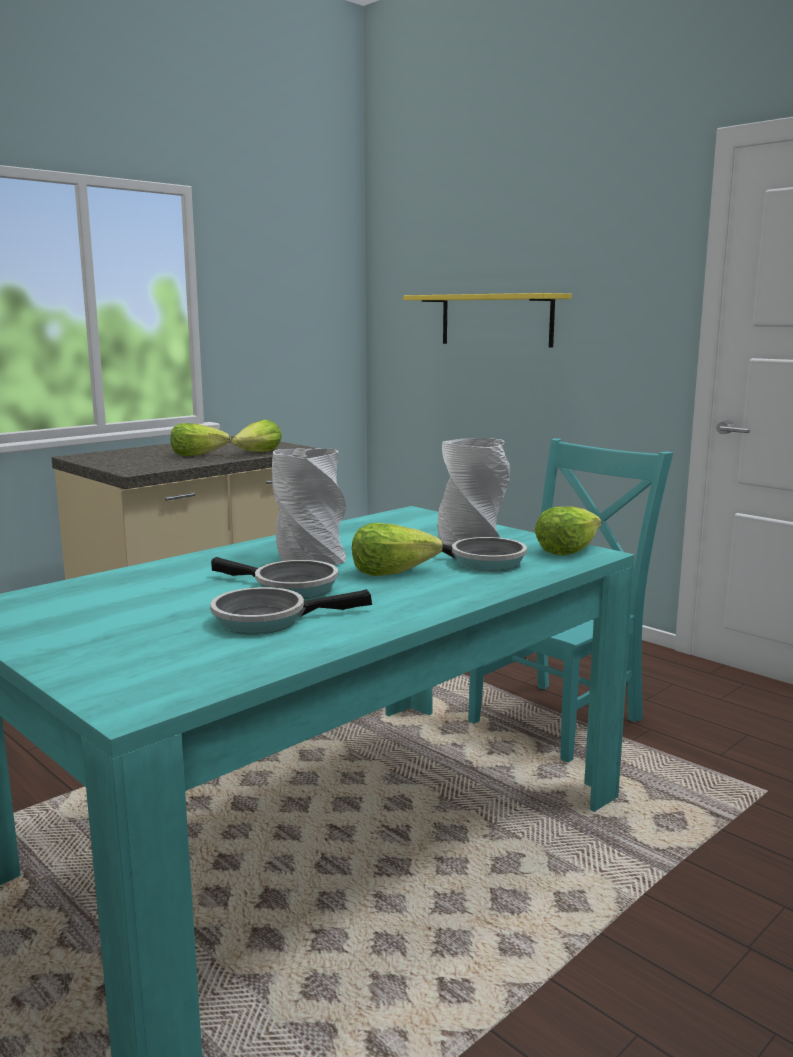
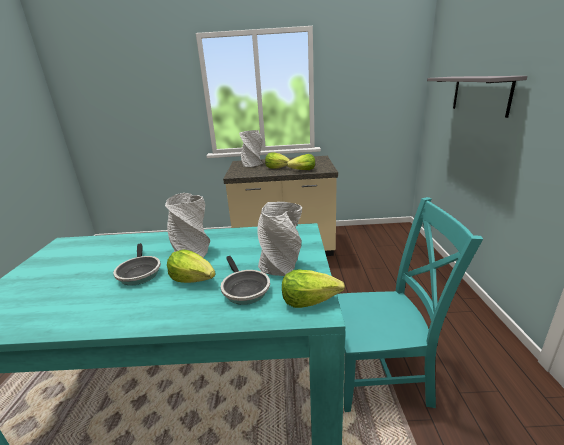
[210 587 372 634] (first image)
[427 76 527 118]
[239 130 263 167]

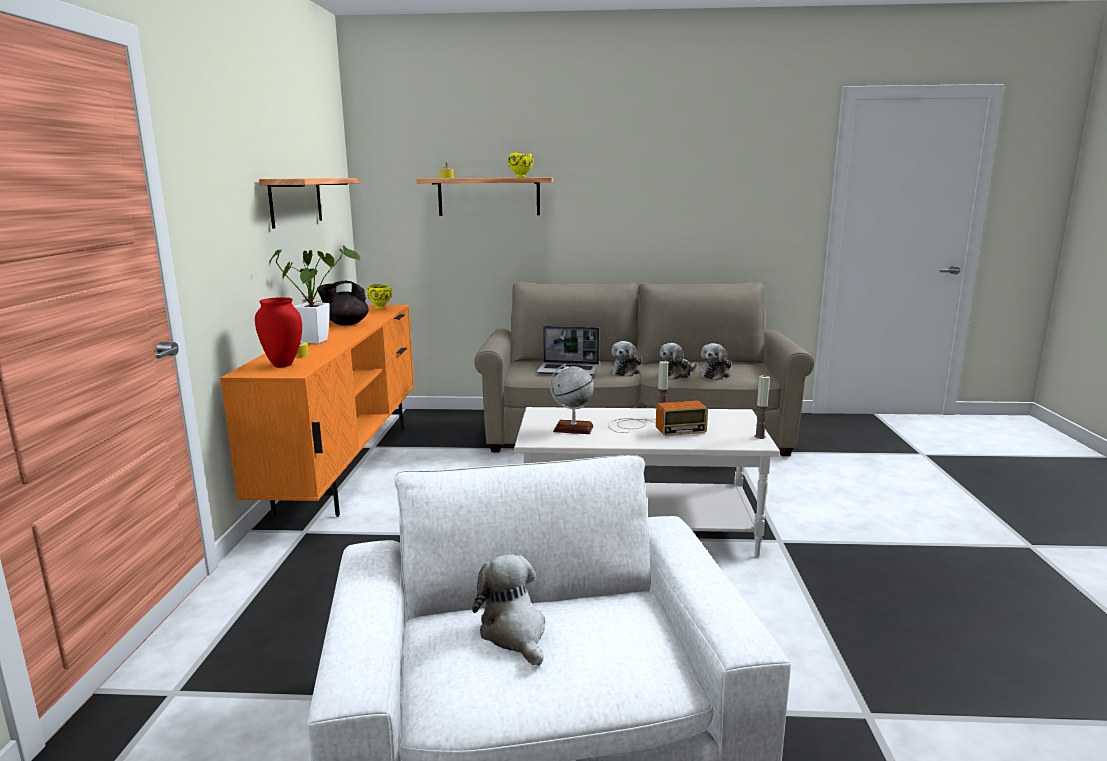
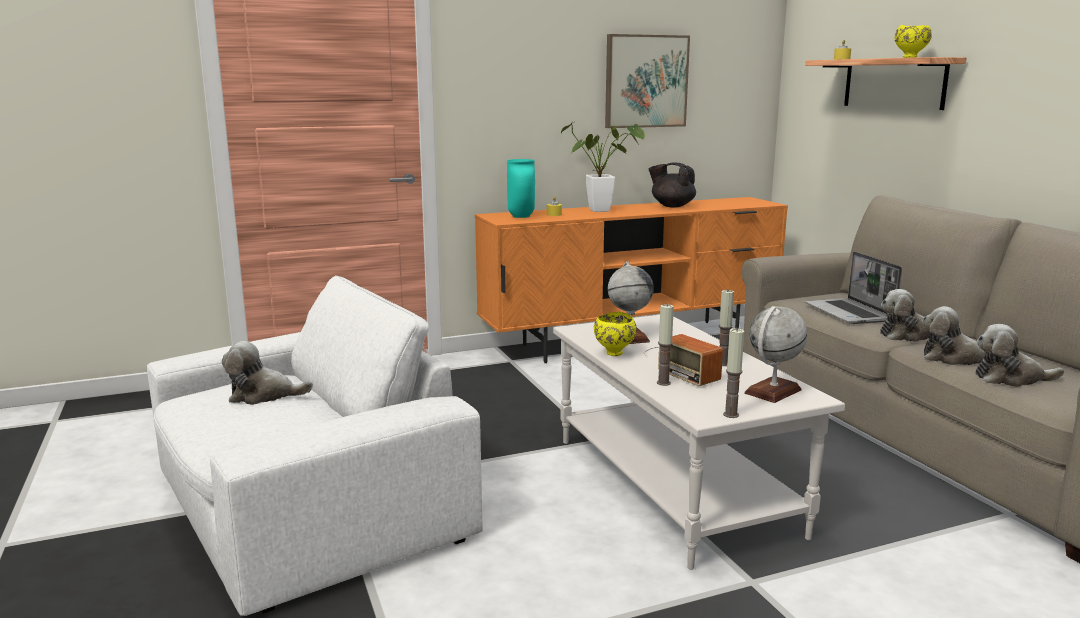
[507 159 535 218]
[605 34 690 128]
[594 312 637 356]
[222 341 313 405]
[657 304 674 386]
[744 306 807 403]

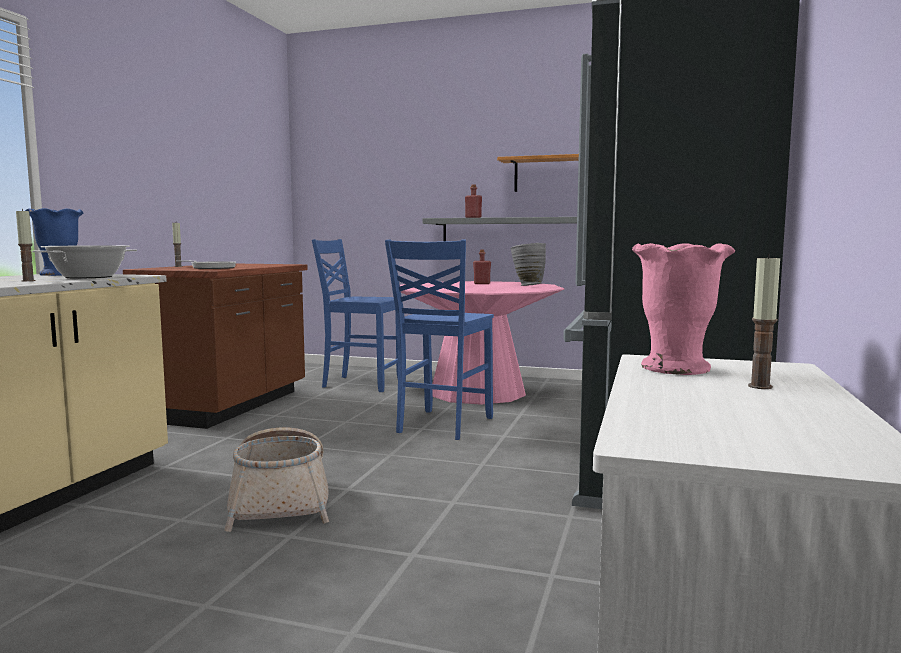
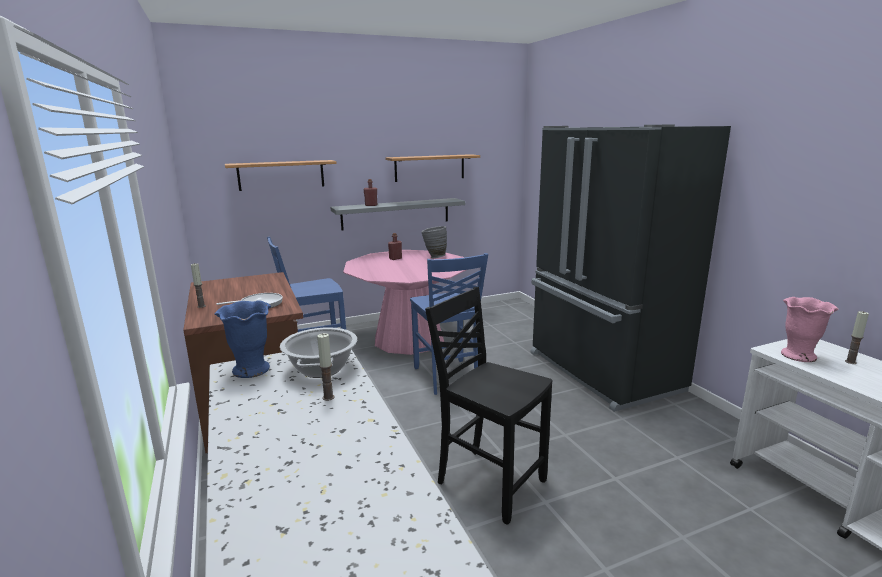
[425 287 552 525]
[225 160 337 191]

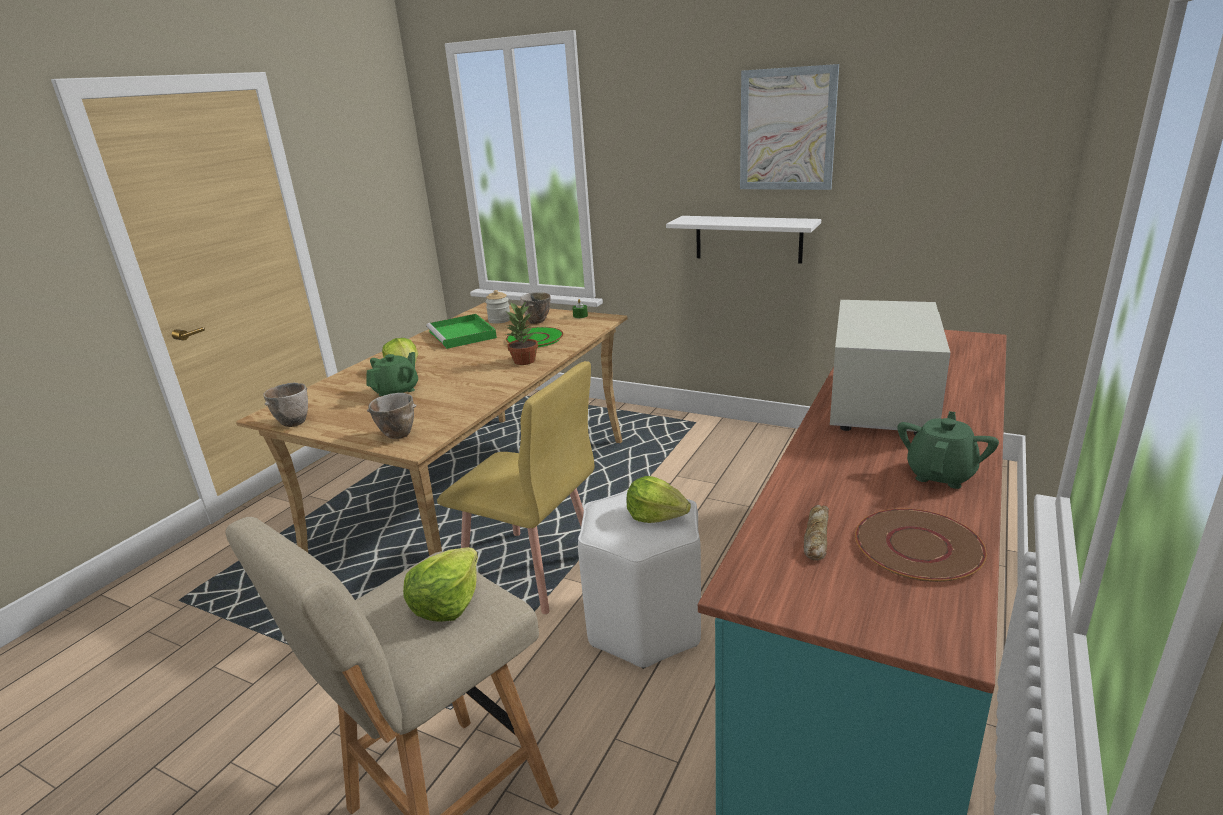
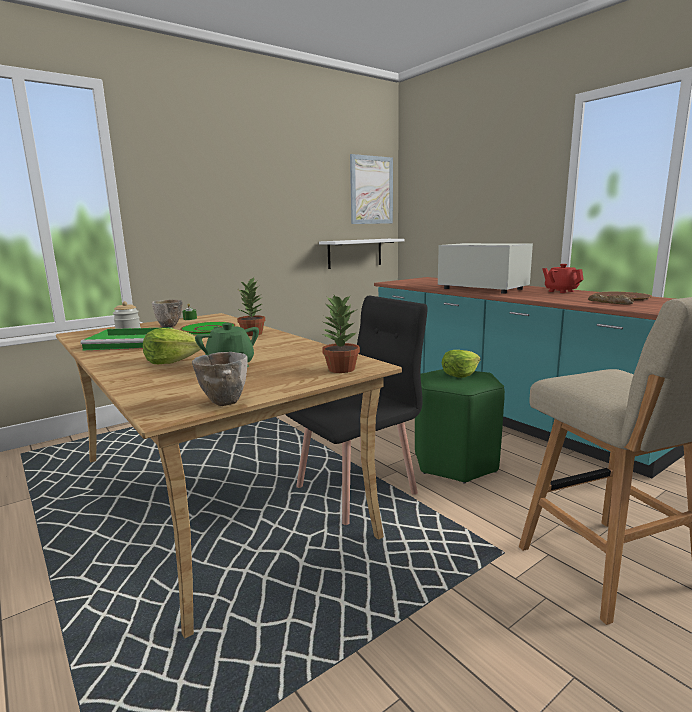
[322 295 360 373]
[403 547 478 622] (first image)
[286 296 427 525]
[415 369 505 483]
[319 239 405 269]
[350 154 393 224]
[542 264 584 293]

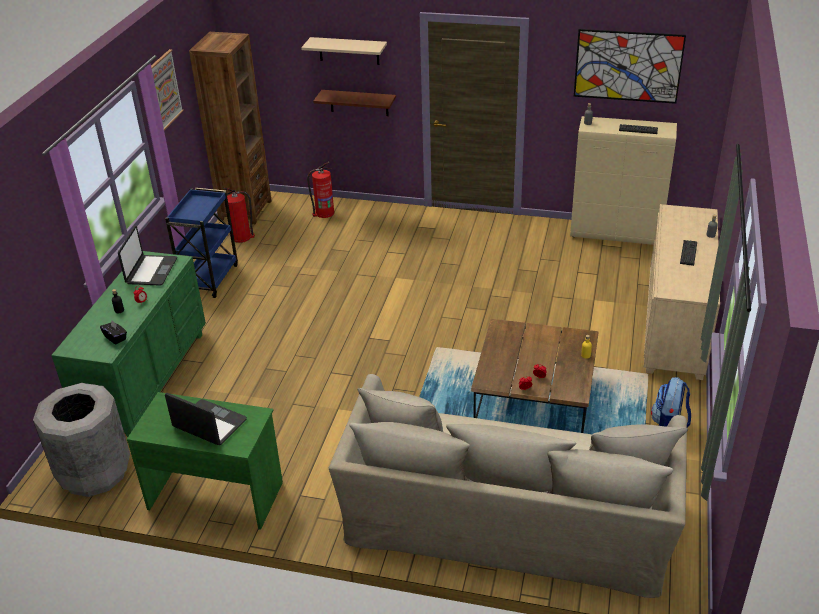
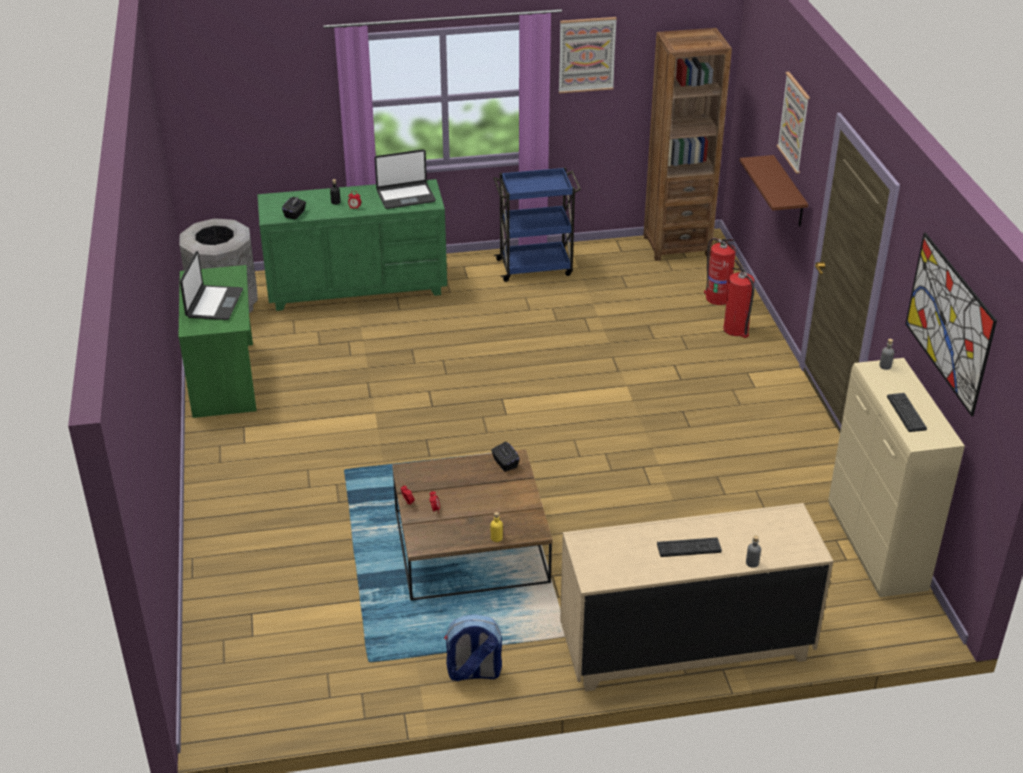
[723 260 754 338]
[777 72 810 174]
[329 374 688 598] (first image)
[491 442 520 472]

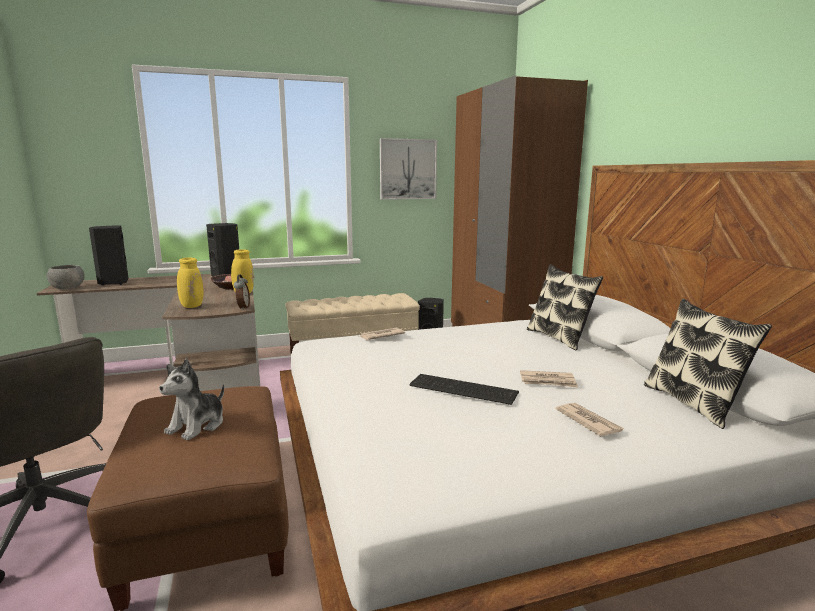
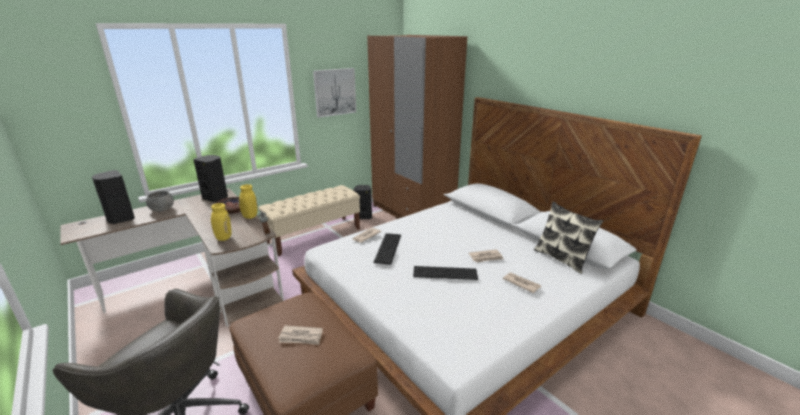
[146 191 174 212]
[278 325 323 345]
[527 265 603 351] (first image)
[373 233 401 265]

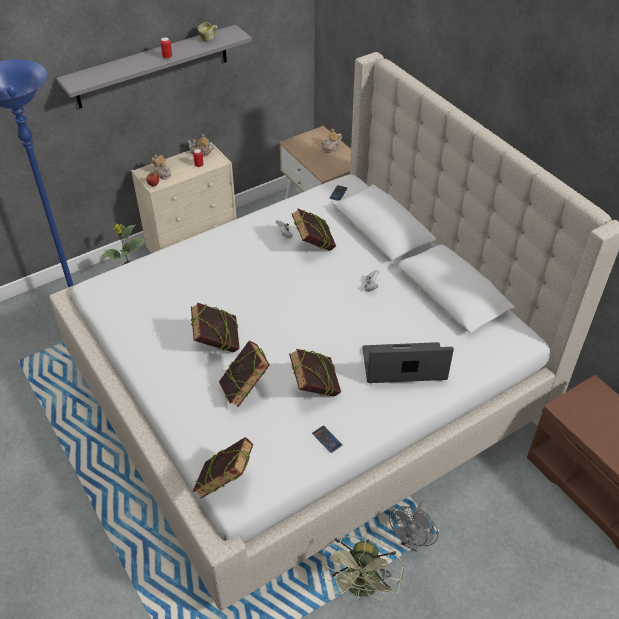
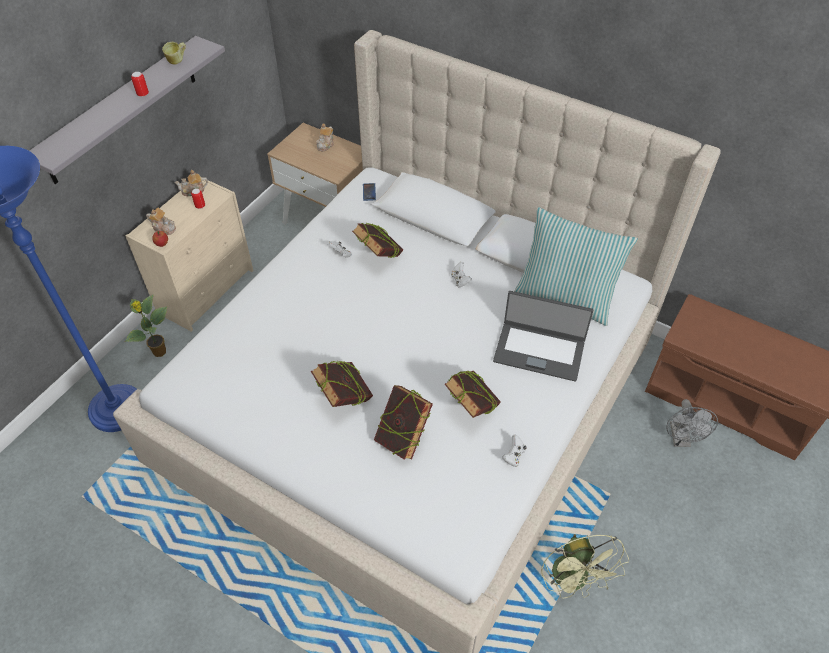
[193 437 253 499] (first image)
[502 435 527 467]
[493 291 593 381]
[666 399 718 447]
[514 207 638 326]

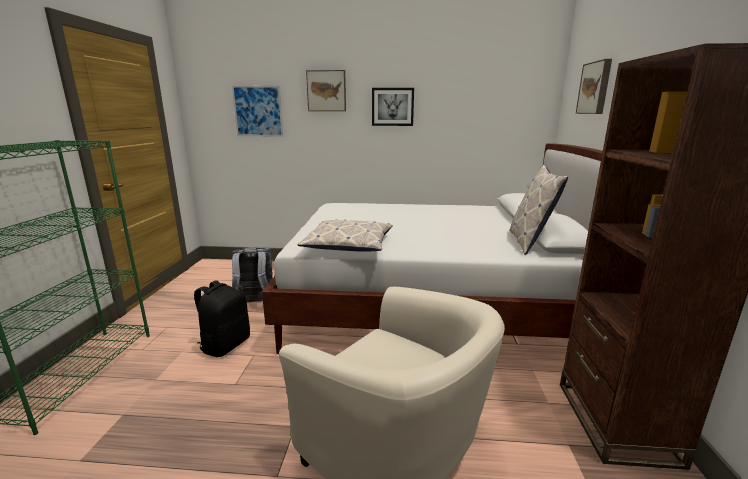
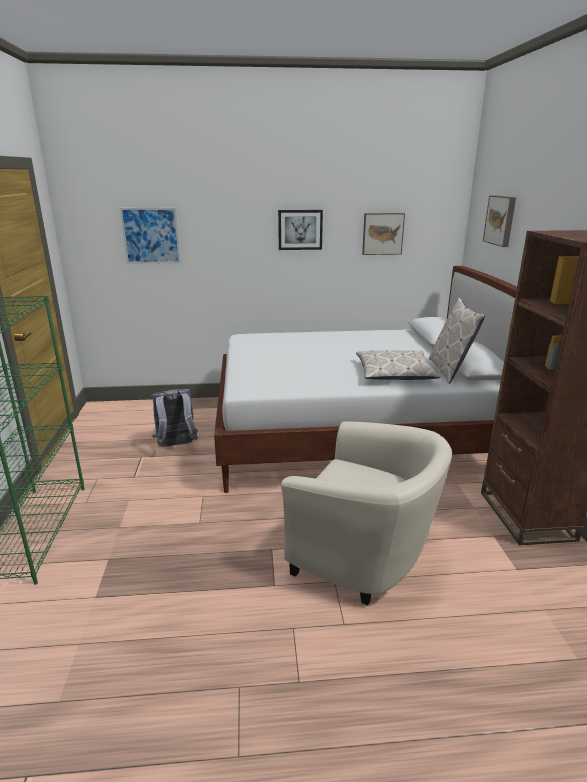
[194 280 250 357] (first image)
[356 350 441 380]
[362 213 405 255]

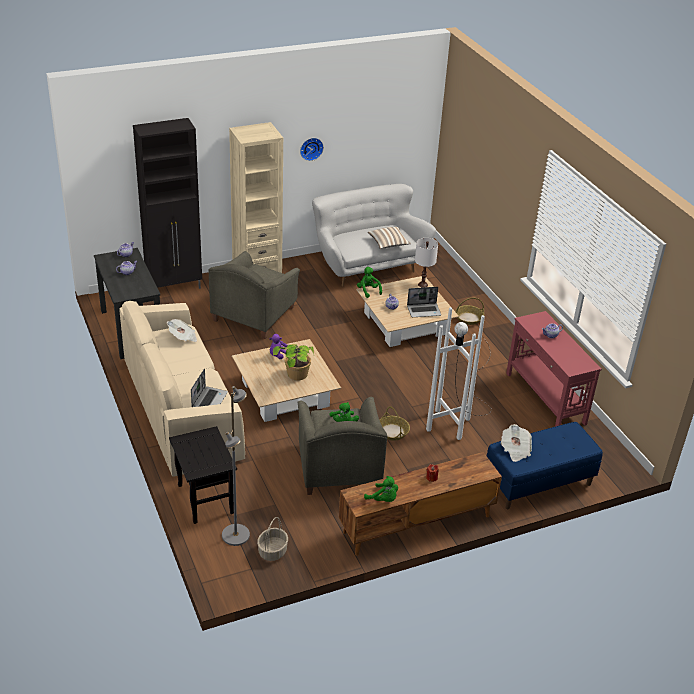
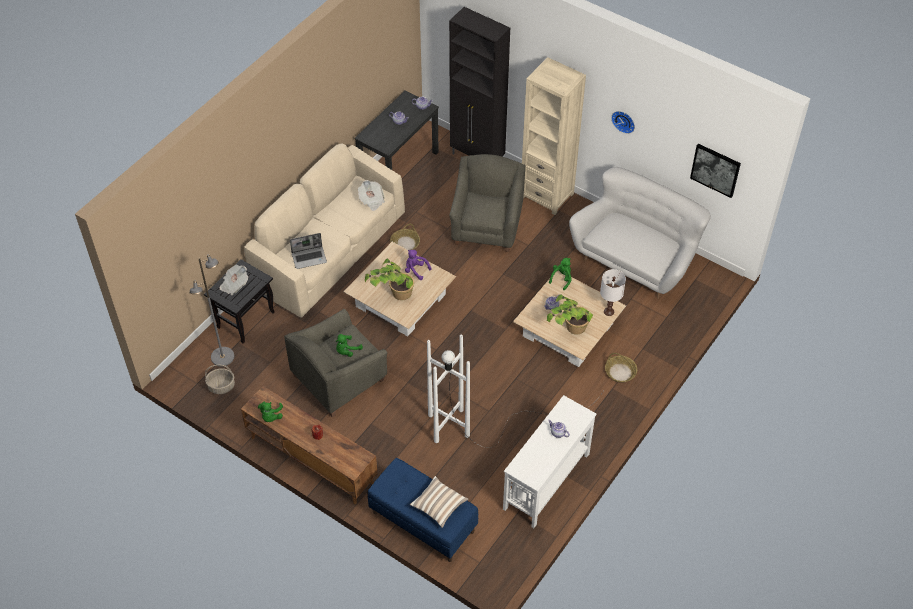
[449 154 525 252]
[410 476 469 528]
[390 224 420 250]
[547 294 593 335]
[219 264 248 295]
[503 395 597 528]
[690 144 741 198]

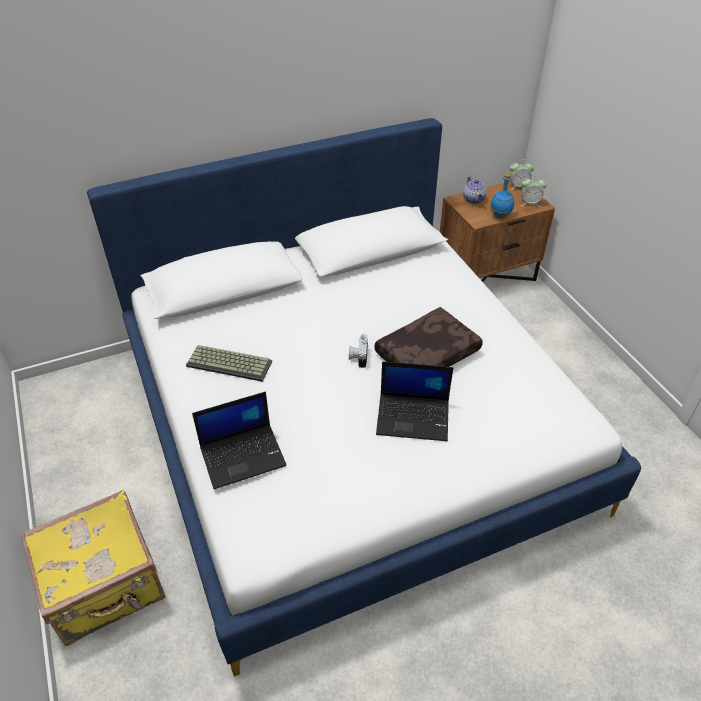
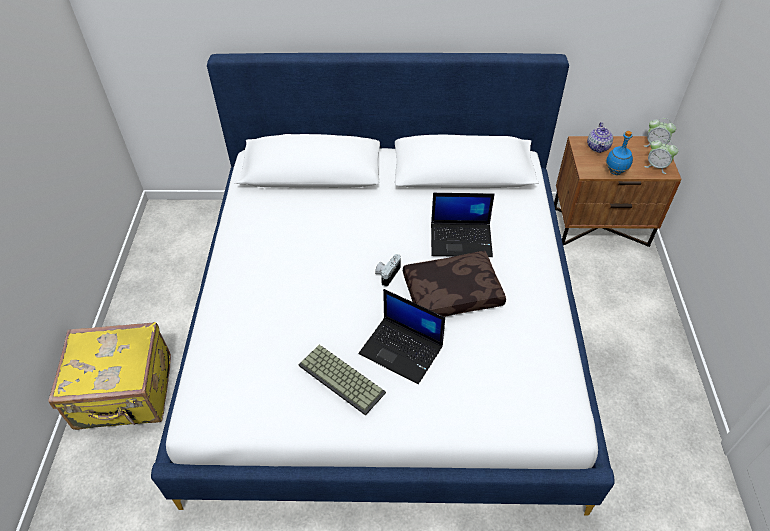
[298 345 386 416]
[431 193 495 257]

